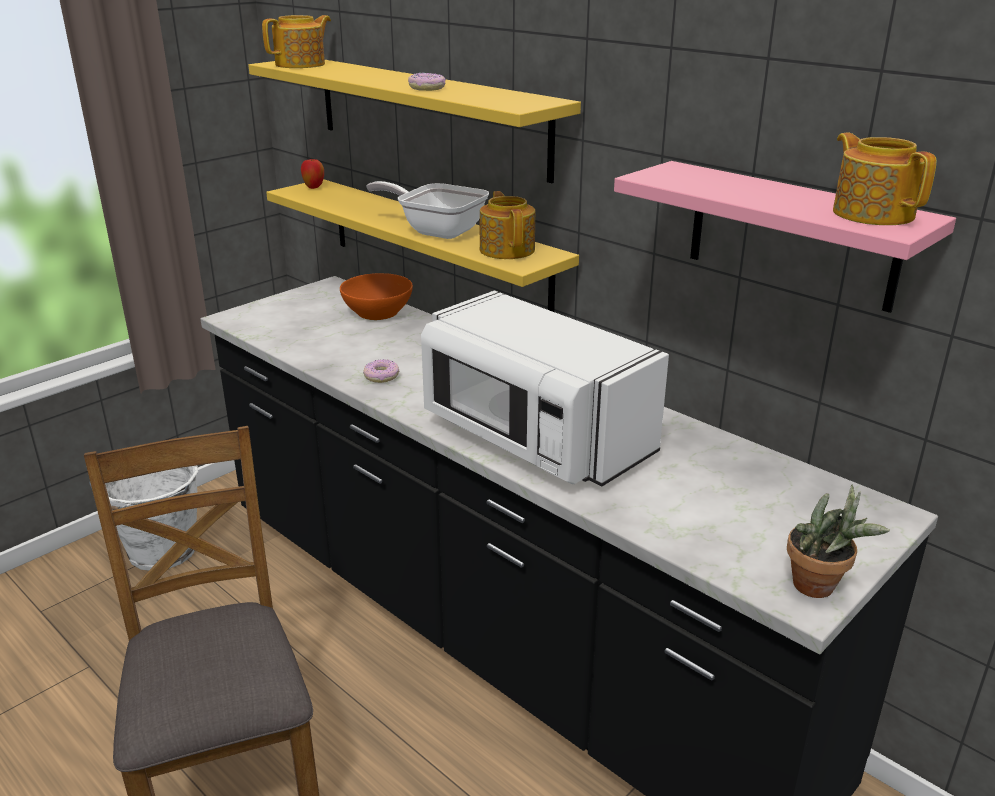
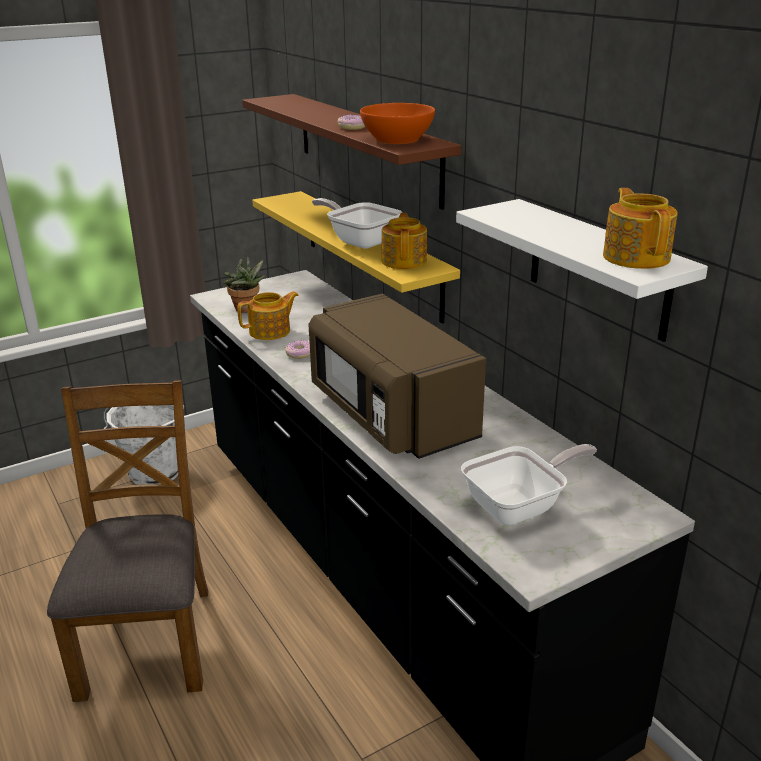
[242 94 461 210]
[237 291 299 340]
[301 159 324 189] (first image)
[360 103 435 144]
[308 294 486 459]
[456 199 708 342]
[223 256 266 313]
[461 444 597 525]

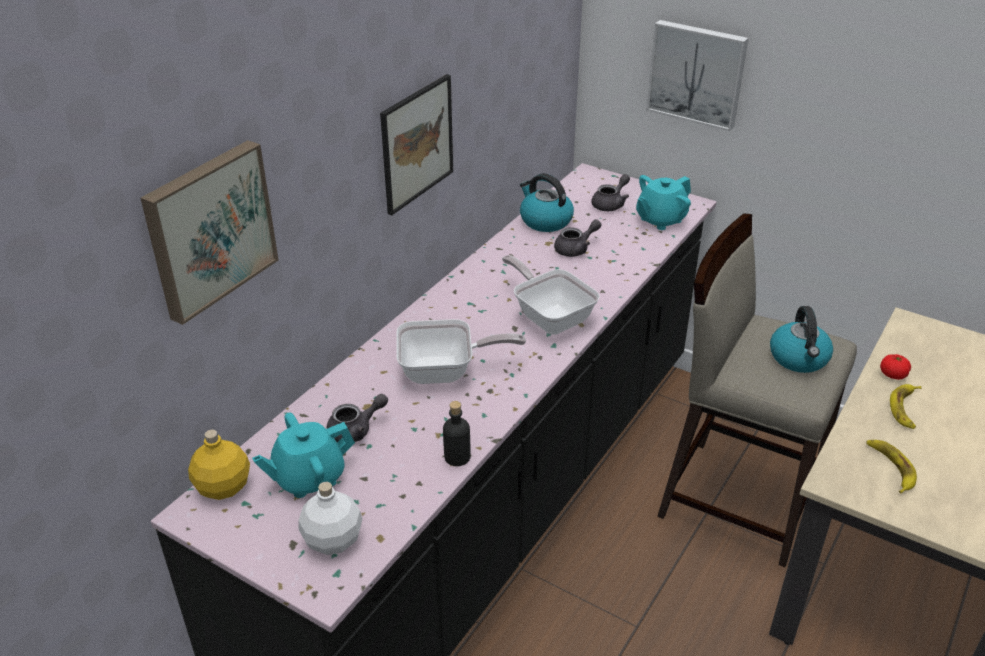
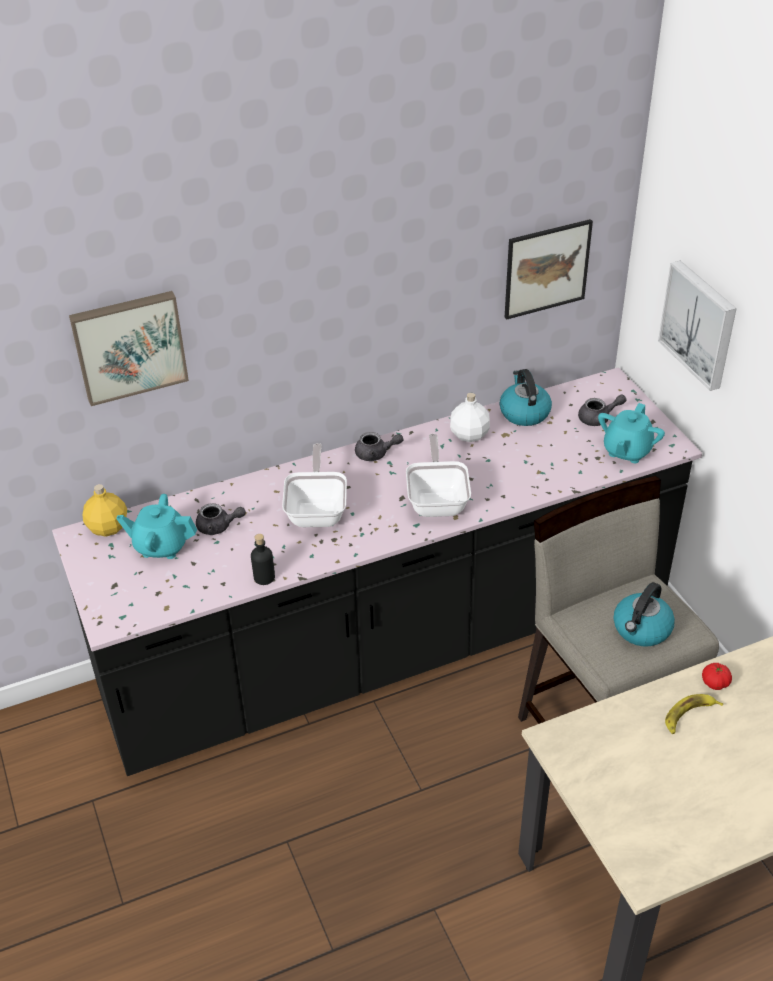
[450 393 490 442]
[504 219 593 320]
[282 443 347 527]
[355 432 403 461]
[598 403 665 463]
[866 440 917 493] (first image)

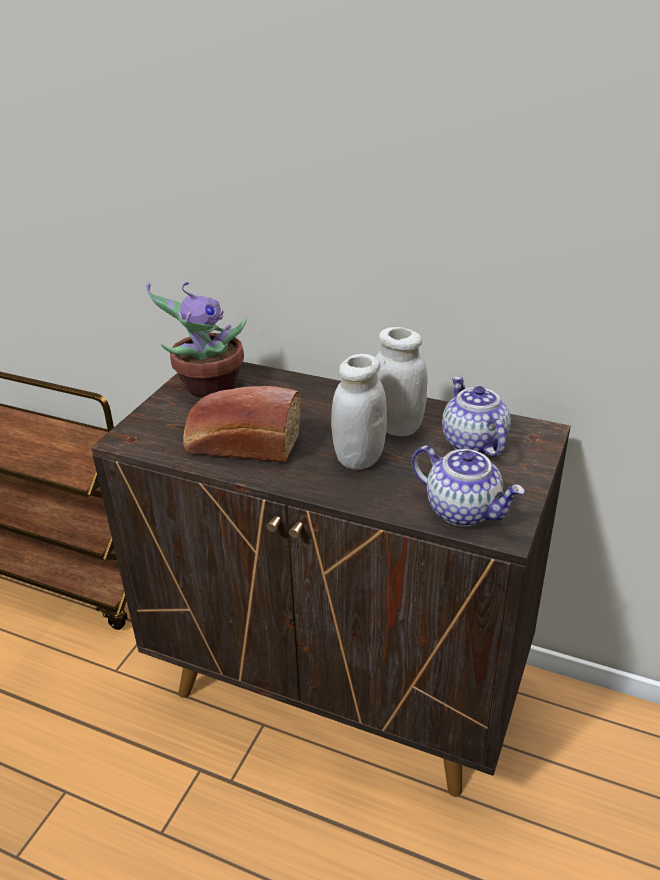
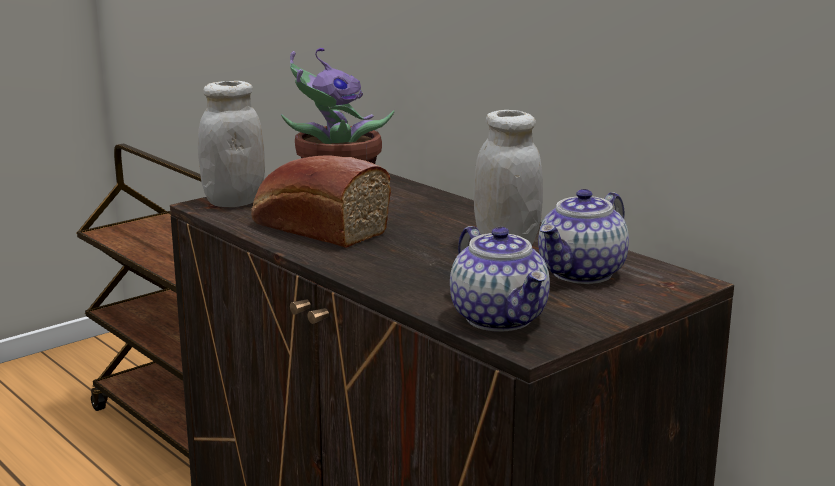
[198 81 265 207]
[538 189 629 284]

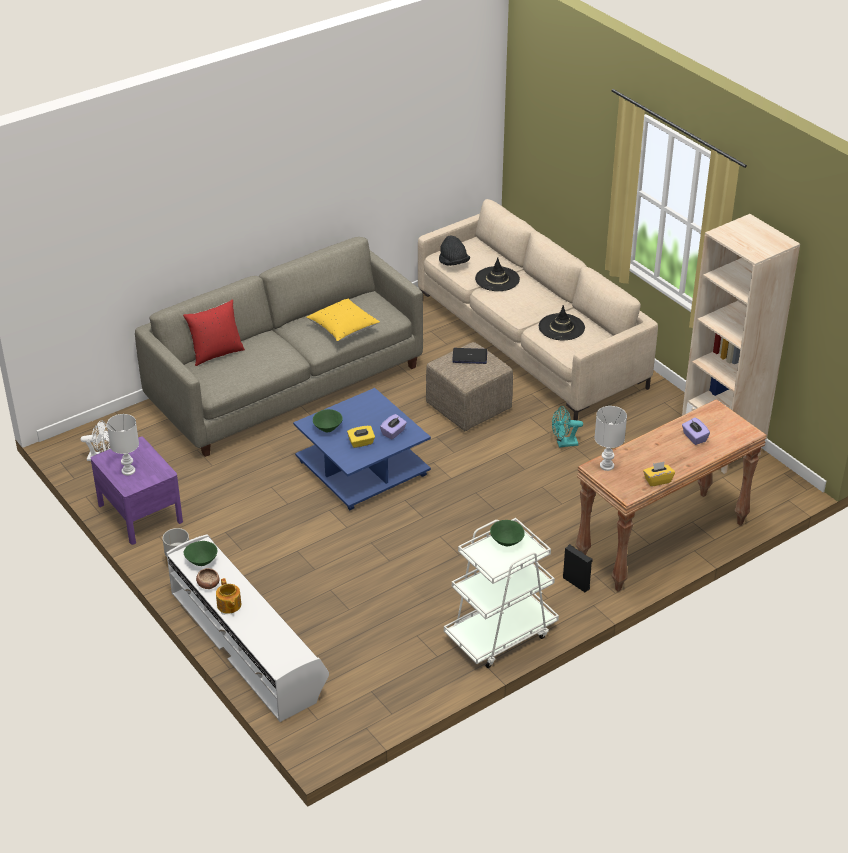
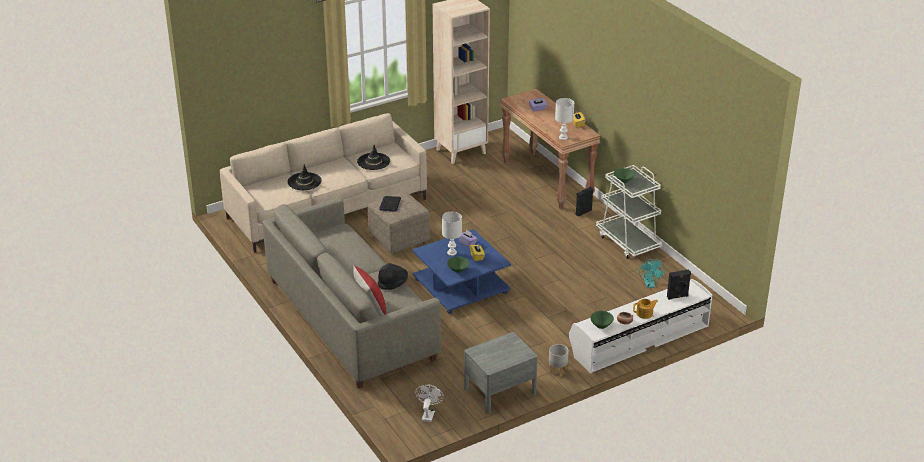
[464 332 538 414]
[442 212 462 256]
[306 299 380 341] (first image)
[378 263 408 290]
[639 259 665 288]
[667 270 691 300]

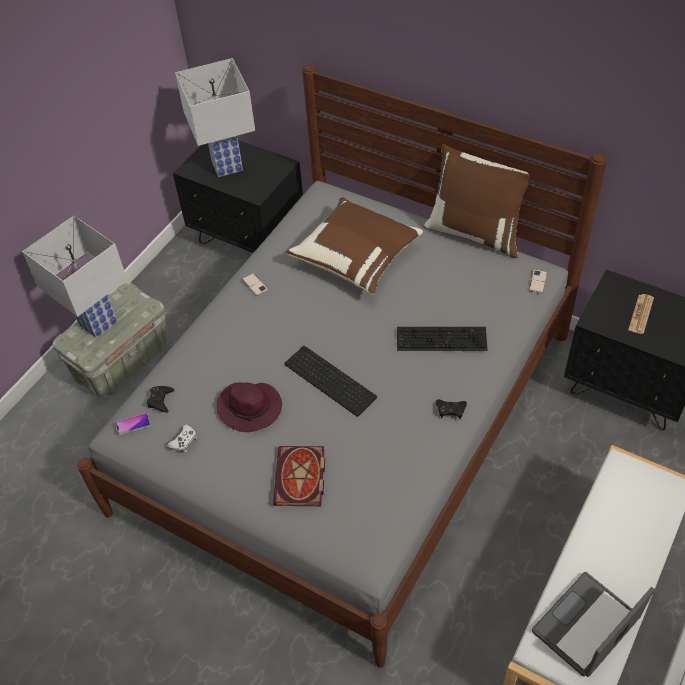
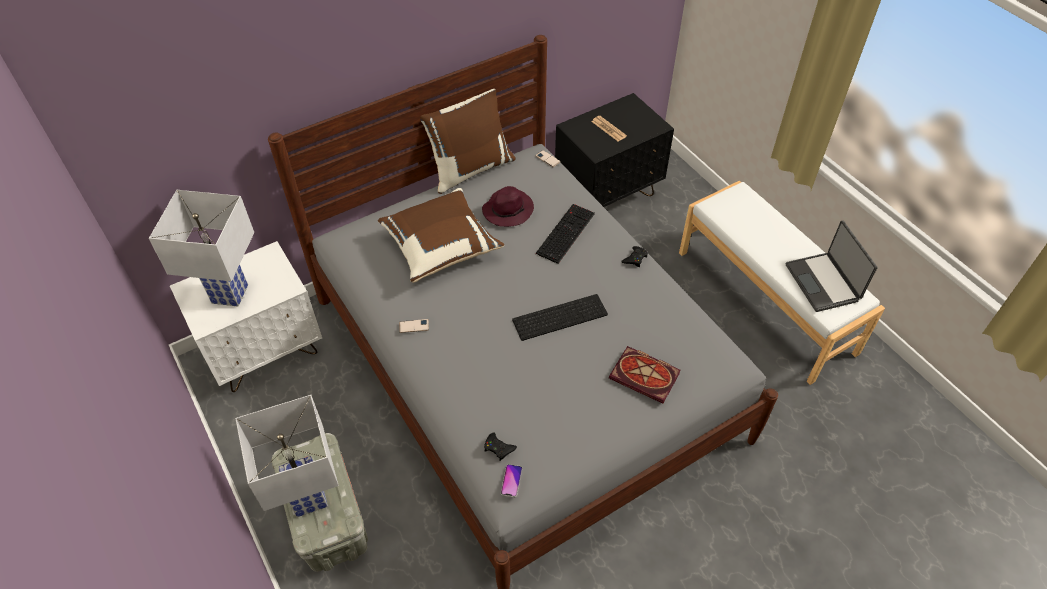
[167 424 197 452] (first image)
[170 241 322 392]
[482 186 534 227]

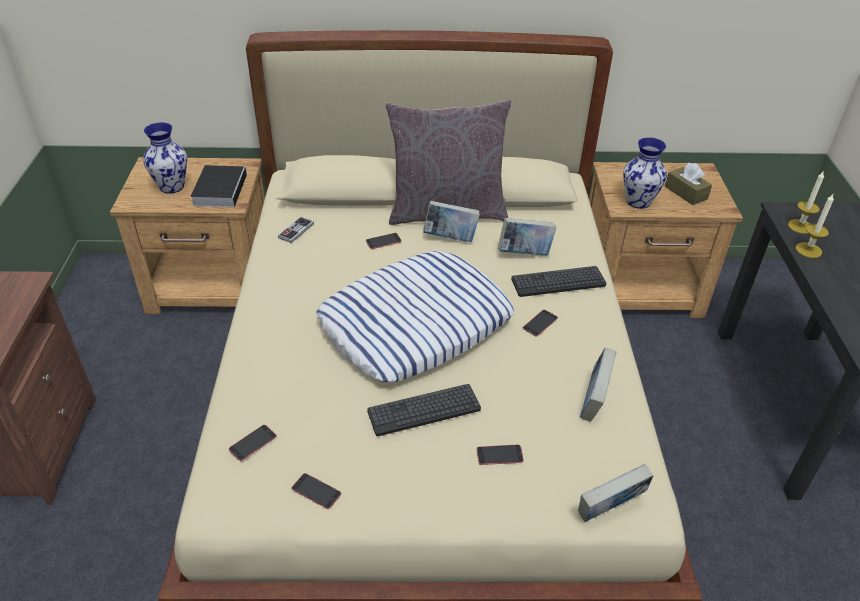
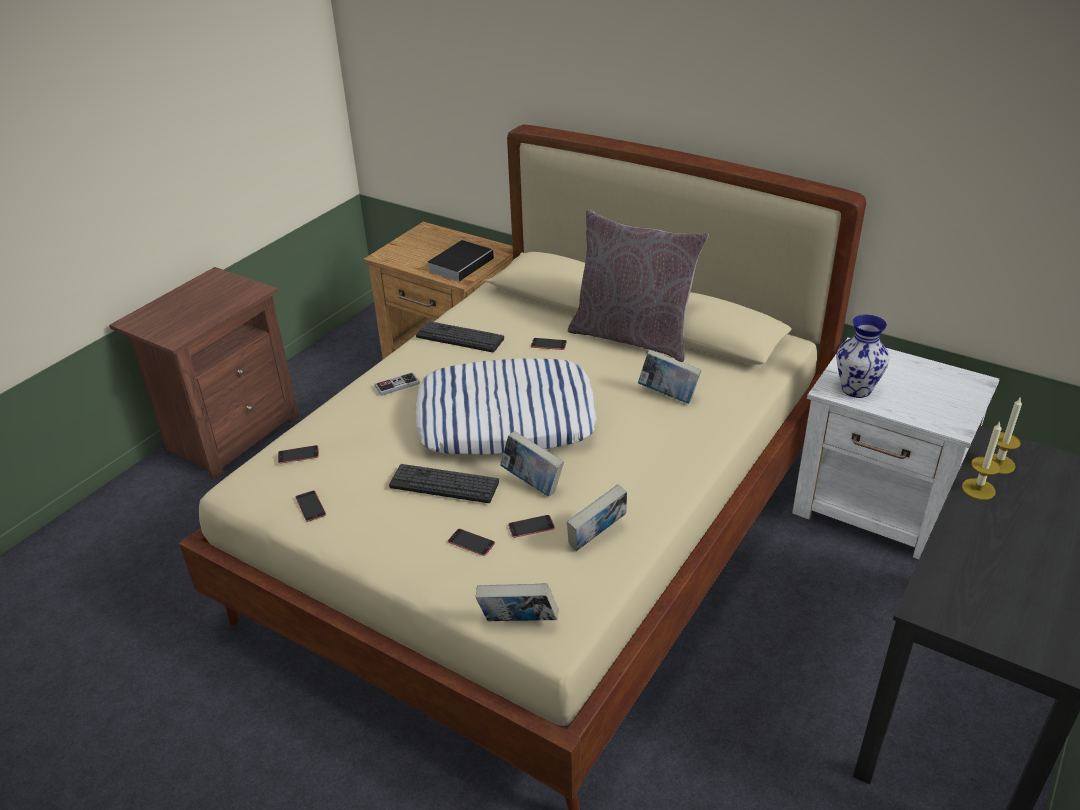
[143 122 187 194] (first image)
[374 372 420 396]
[500 431 564 497]
[416 321 504 352]
[508 515 555 538]
[792 337 1000 560]
[665 163 712 205] (first image)

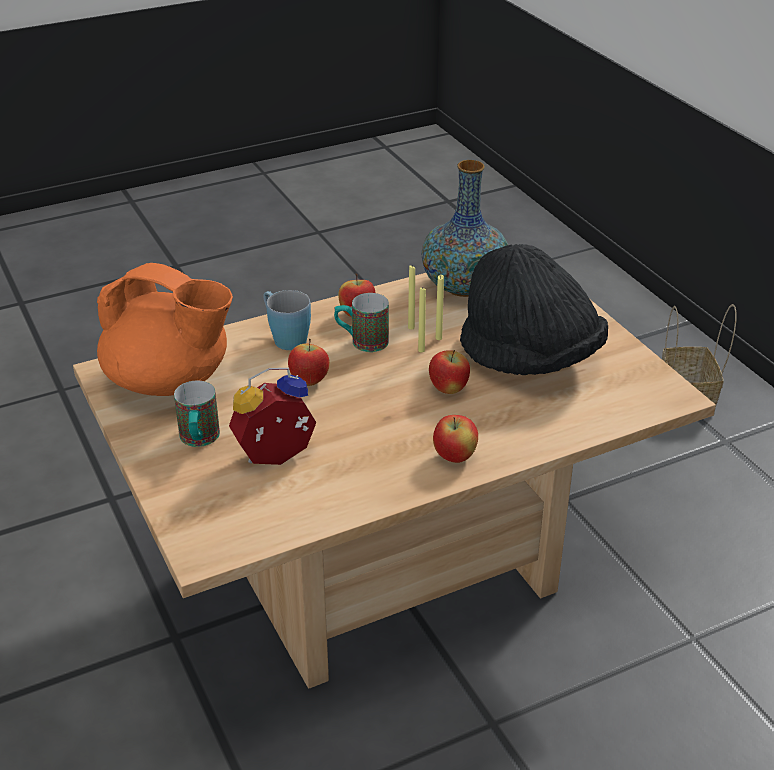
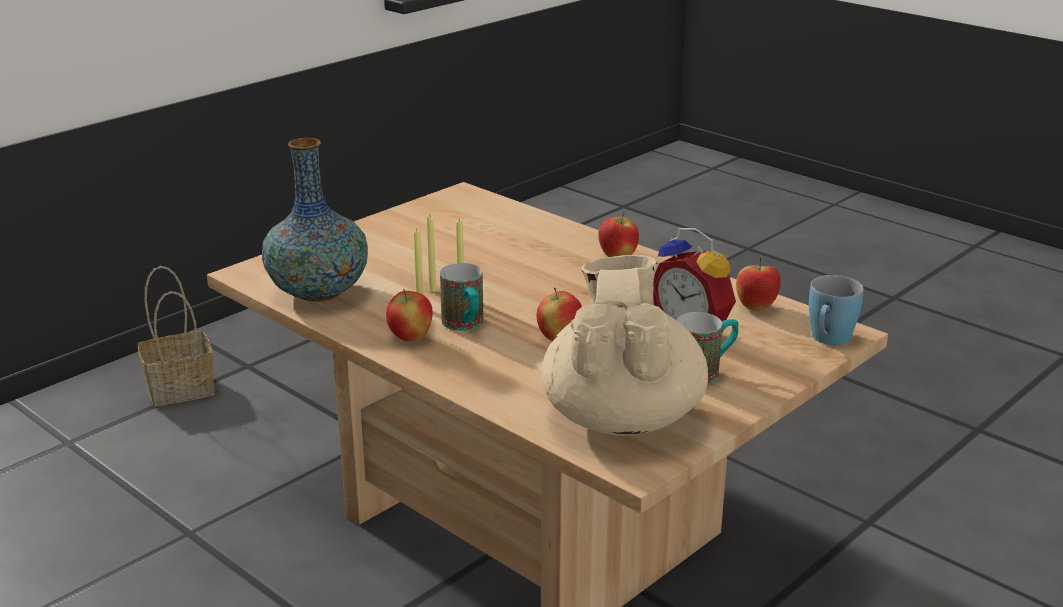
[542 255 708 436]
[809 275 864 345]
[736 257 781 311]
[460 244 608 375] (first image)

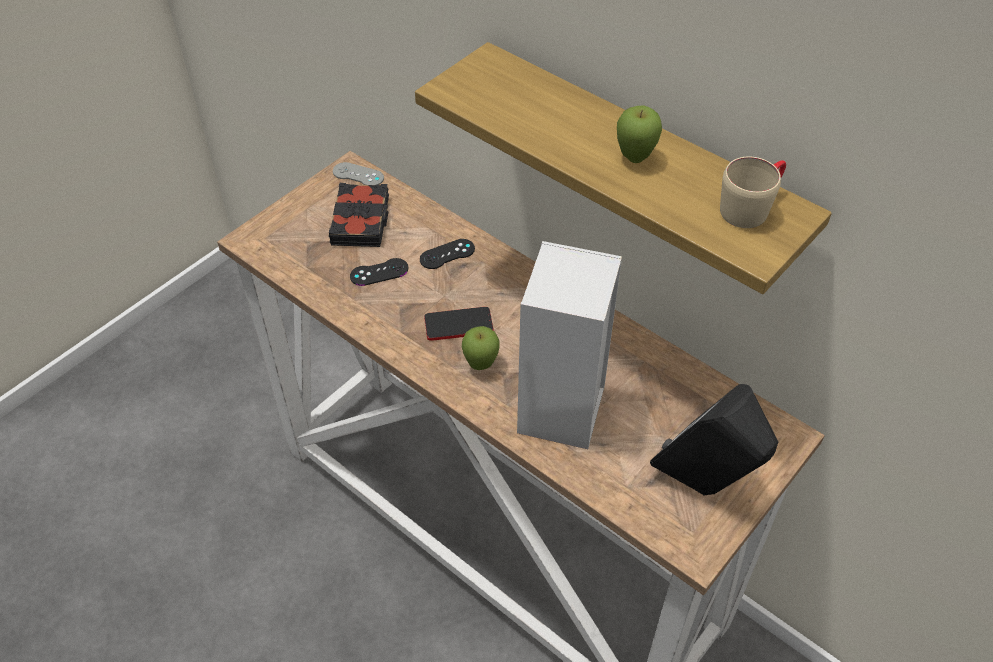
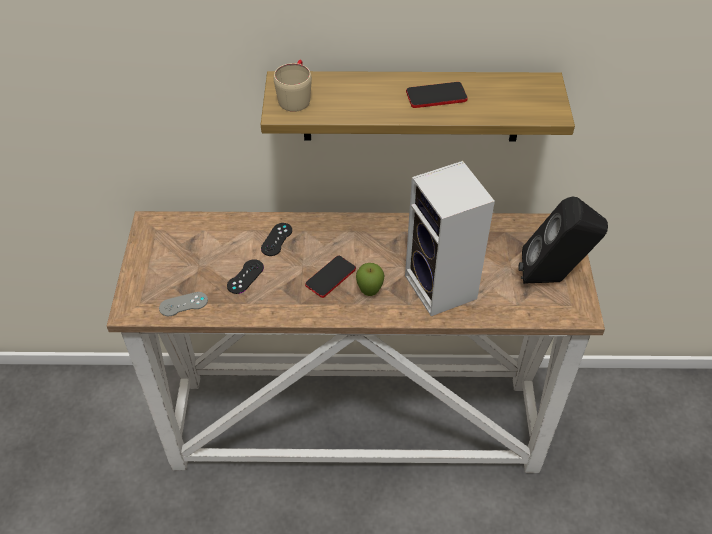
[329 183 389 247] (first image)
[159 292 208 316]
[406 82 468 108]
[274 60 312 112]

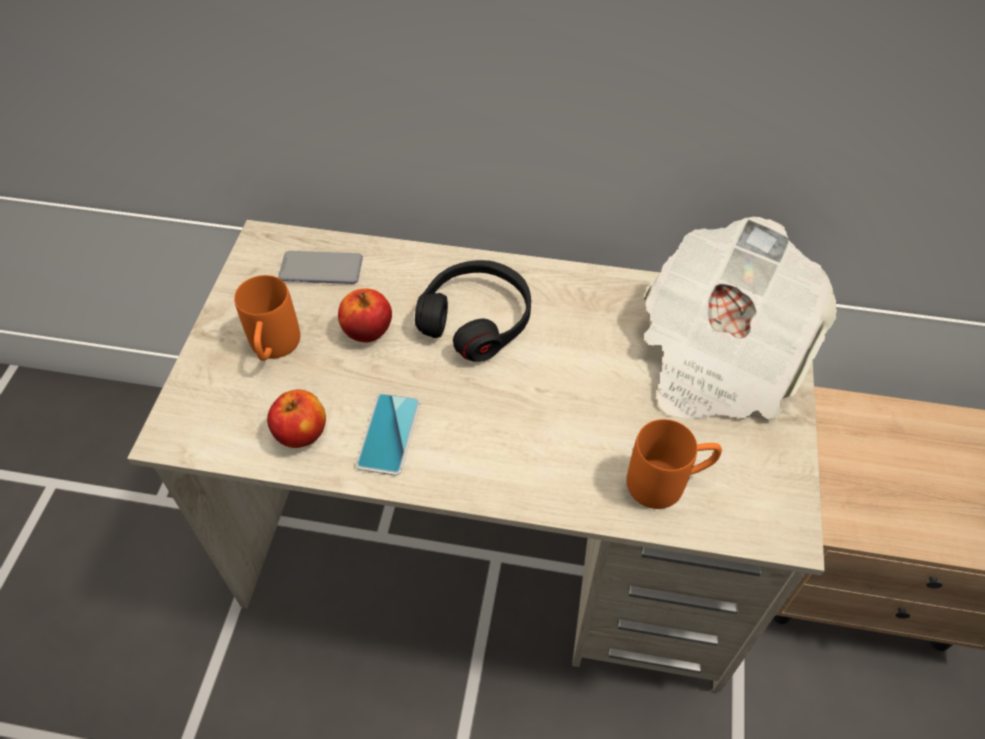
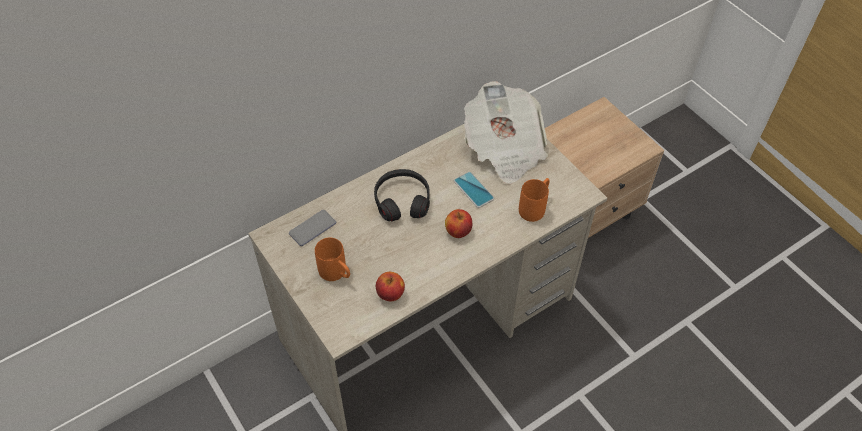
[445 209 472 238]
[454 172 494 208]

